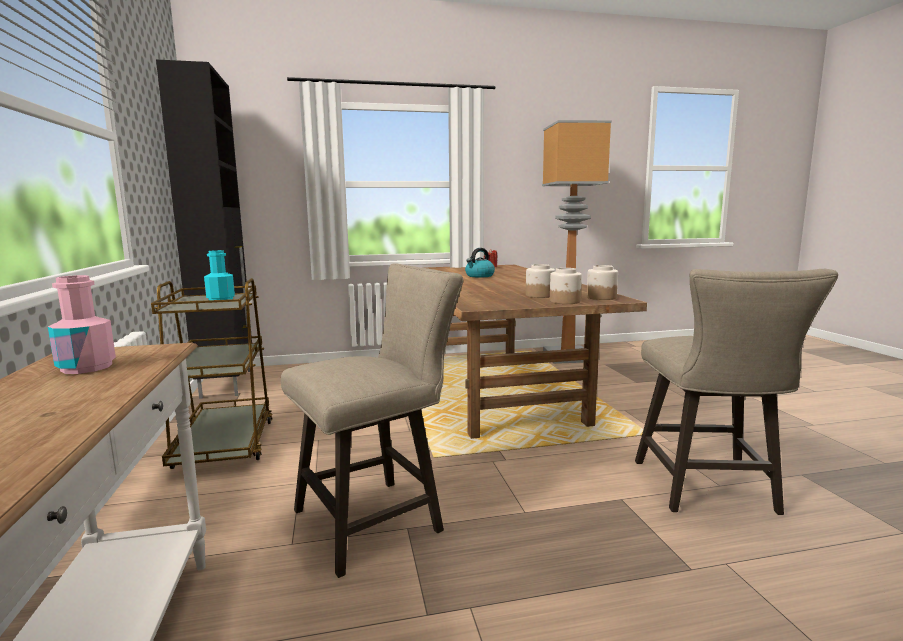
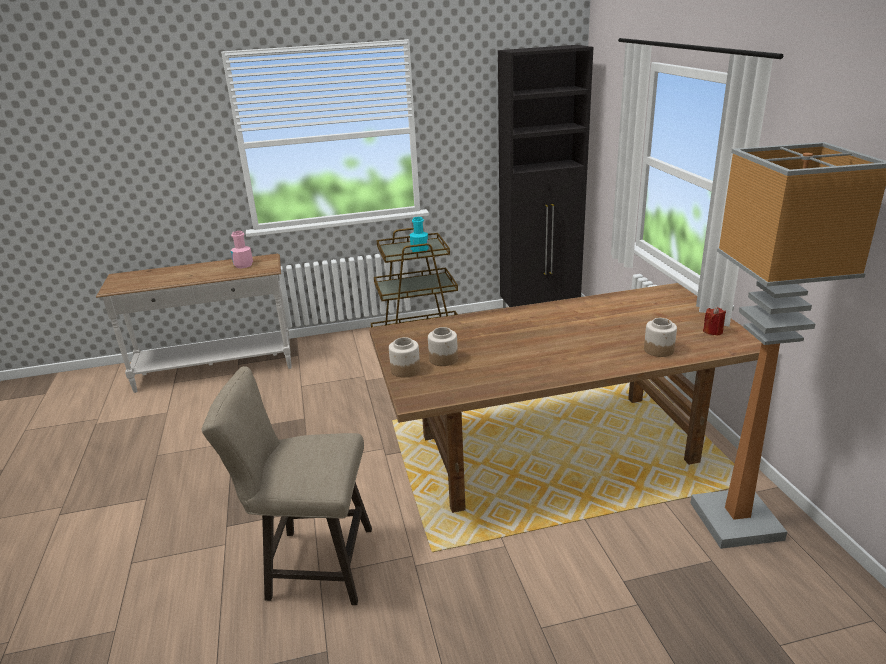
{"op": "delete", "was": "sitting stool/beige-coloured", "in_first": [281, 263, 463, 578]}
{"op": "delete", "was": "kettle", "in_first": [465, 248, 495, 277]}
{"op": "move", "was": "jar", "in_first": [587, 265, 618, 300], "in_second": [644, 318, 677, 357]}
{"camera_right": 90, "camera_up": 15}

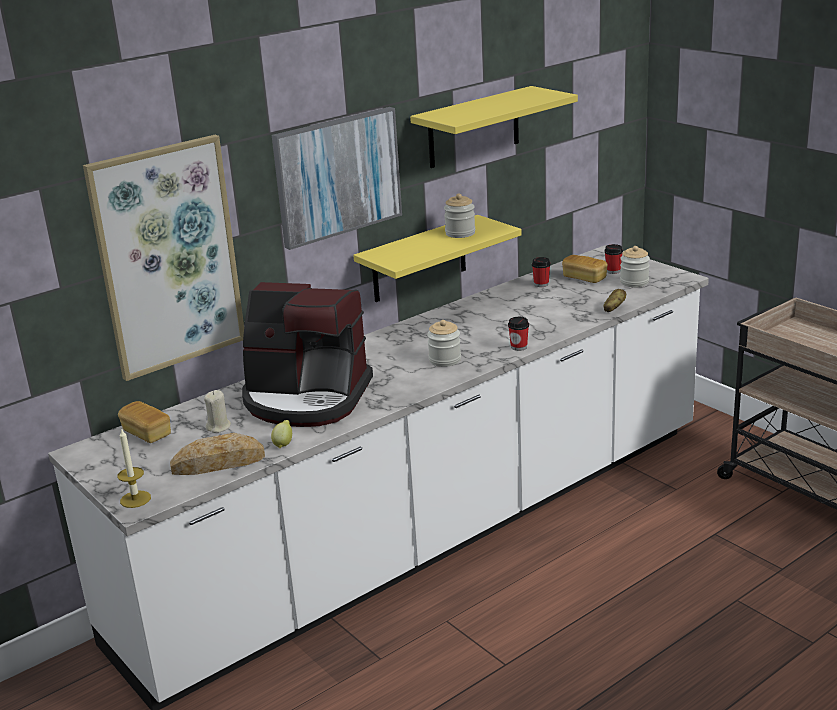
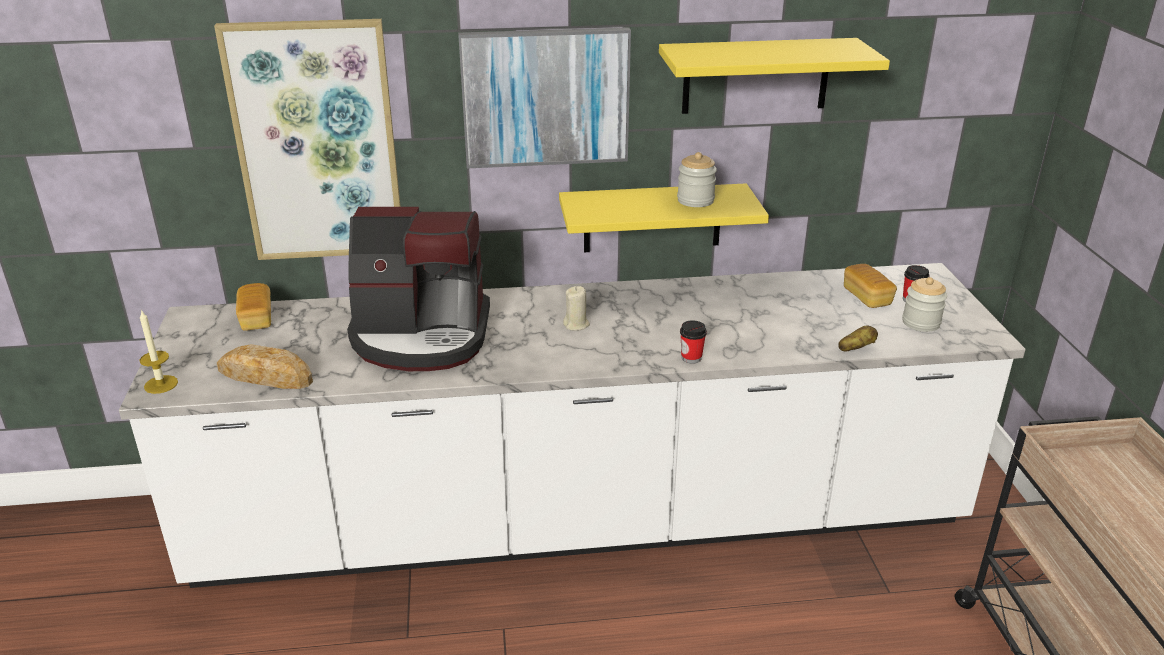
{"op": "move", "was": "wax candle/beige-coloured", "in_first": [204, 390, 231, 433], "in_second": [563, 286, 590, 331]}
{"op": "rotate", "was": "coffee brewer", "in_first": [242, 282, 373, 427], "in_second": [347, 207, 490, 371], "clockwise": -45}
{"op": "delete", "was": "lemon", "in_first": [271, 420, 292, 448]}
{"op": "delete", "was": "jar", "in_first": [427, 320, 461, 367]}
{"op": "delete", "was": "drinking cup", "in_first": [532, 257, 551, 287]}
{"camera_right": 30, "camera_up": 5}

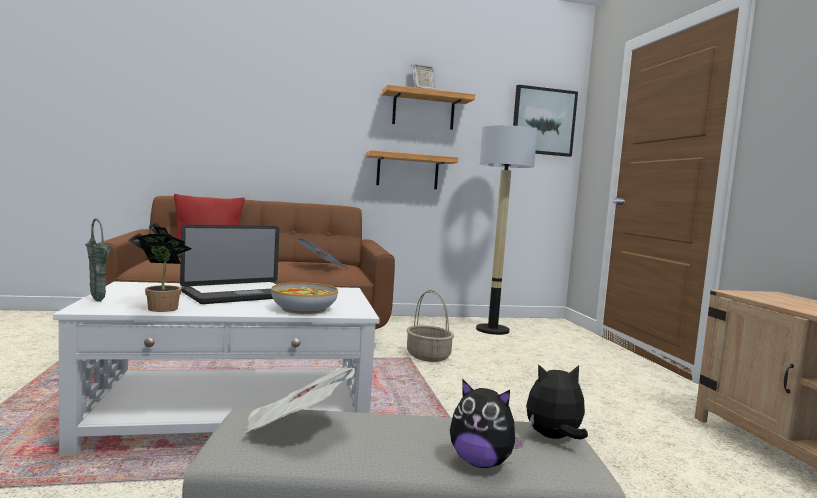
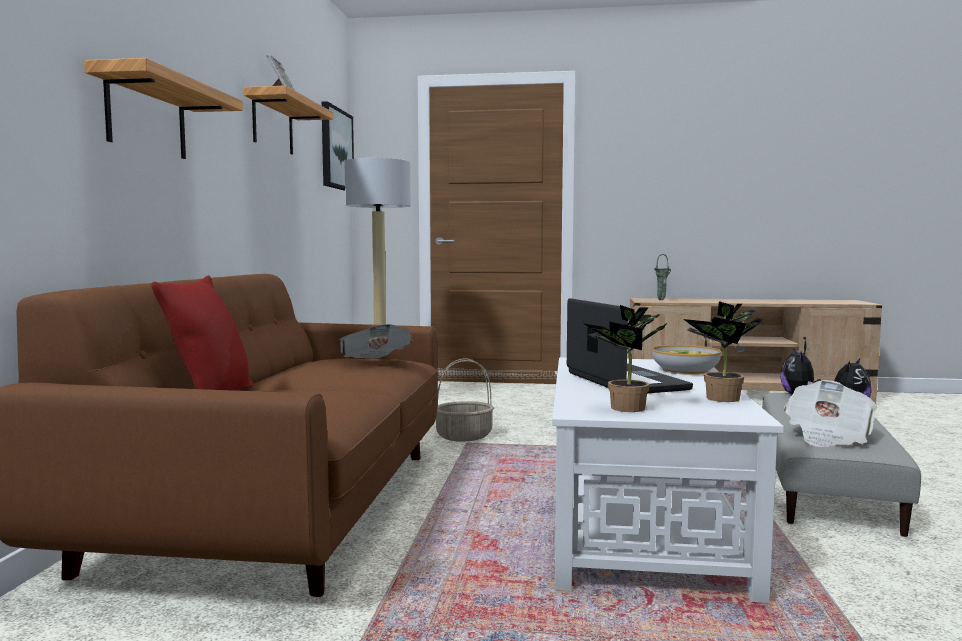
{"op": "move", "was": "flower vase/green", "in_first": [85, 218, 112, 302], "in_second": [654, 254, 671, 300]}
{"op": "move", "was": "wall shelf", "in_first": [366, 150, 458, 189], "in_second": [84, 58, 243, 159]}
{"op": "insert", "now": "plant in a pot", "in_second": [582, 305, 668, 412]}
{"camera_right": -70, "camera_up": 0}

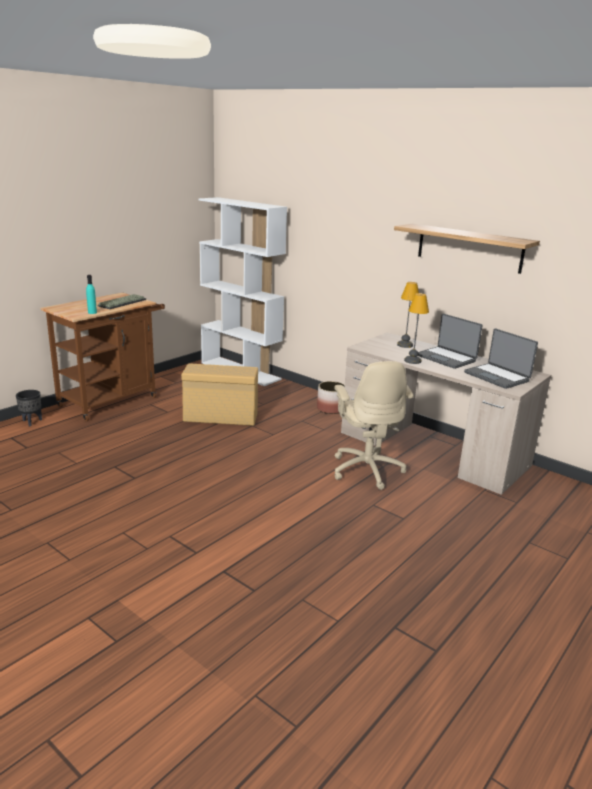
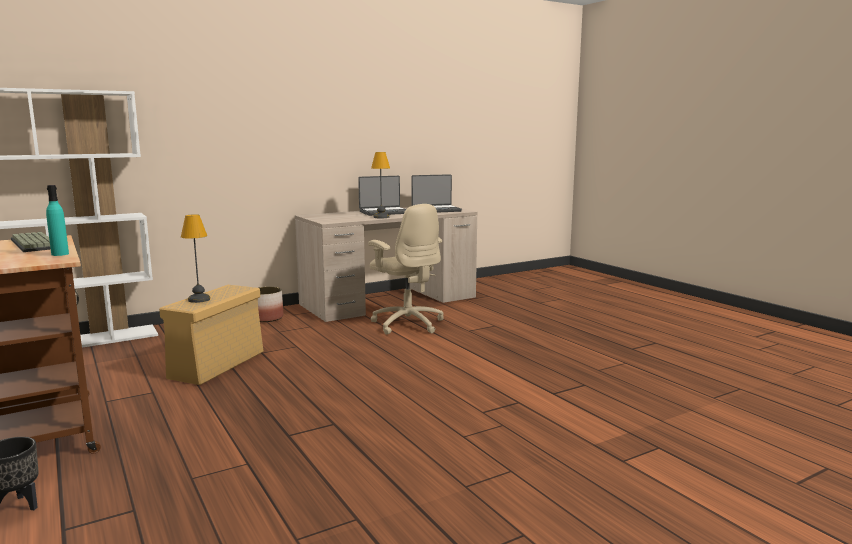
{"op": "rotate", "was": "desk chair/beige-coloured", "in_first": [334, 361, 413, 490], "in_second": [368, 204, 444, 335], "clockwise": 45}
{"op": "delete", "was": "wall shelf", "in_first": [394, 224, 540, 274]}
{"op": "move", "was": "tabletop lamp", "in_first": [397, 282, 419, 348], "in_second": [181, 214, 210, 303]}
{"camera_right": -70, "camera_up": -10}

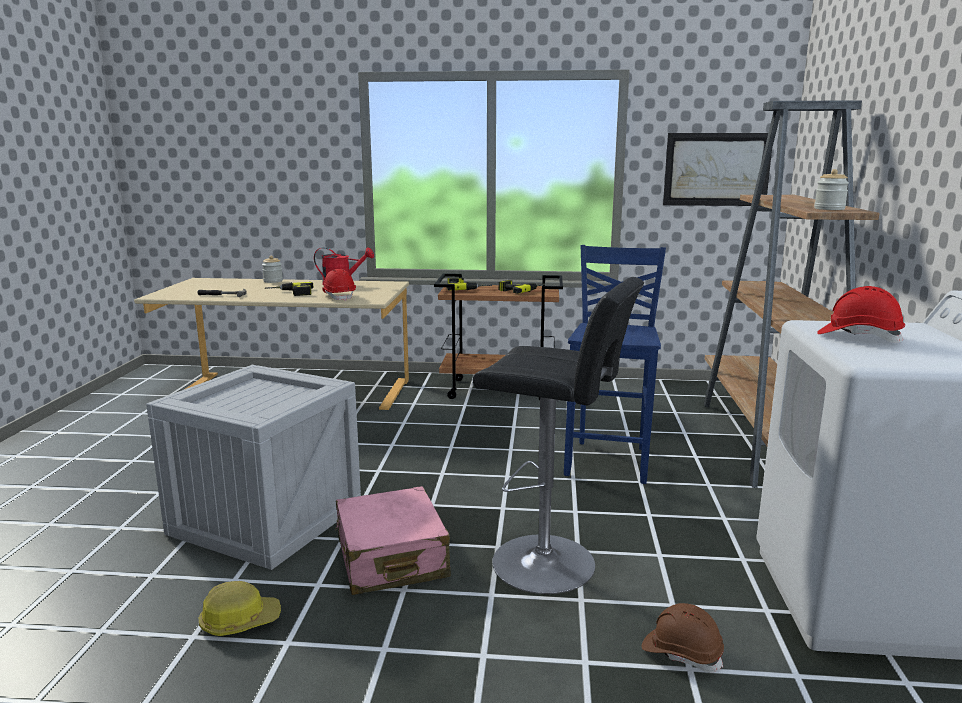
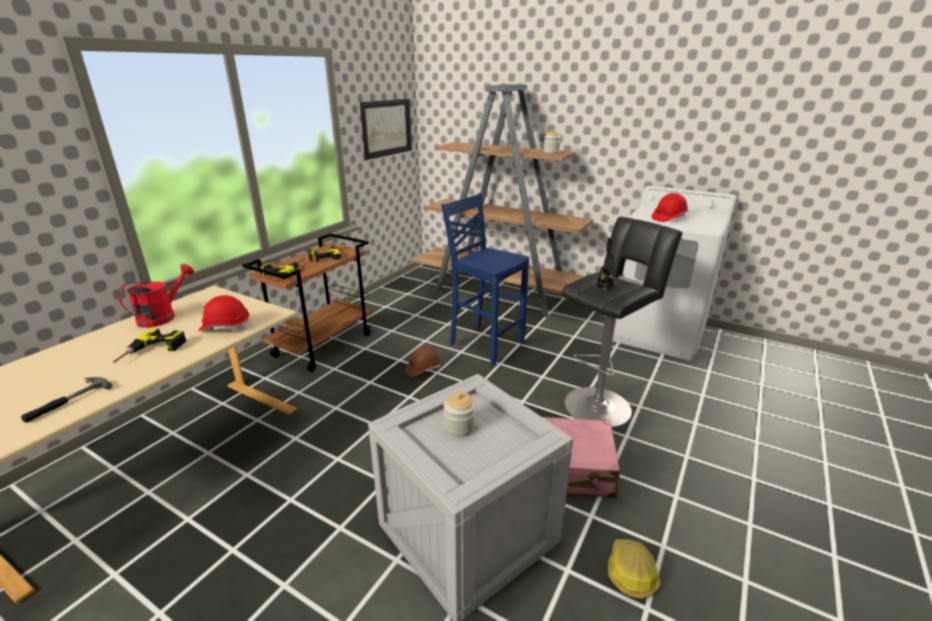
{"op": "move", "was": "jar", "in_first": [262, 256, 283, 283], "in_second": [444, 392, 475, 437]}
{"op": "move", "was": "work helmet/brownish", "in_first": [642, 603, 724, 672], "in_second": [405, 346, 441, 377]}
{"op": "insert", "now": "plant in a pot", "in_second": [595, 236, 614, 290]}
{"camera_right": -65, "camera_up": 10}

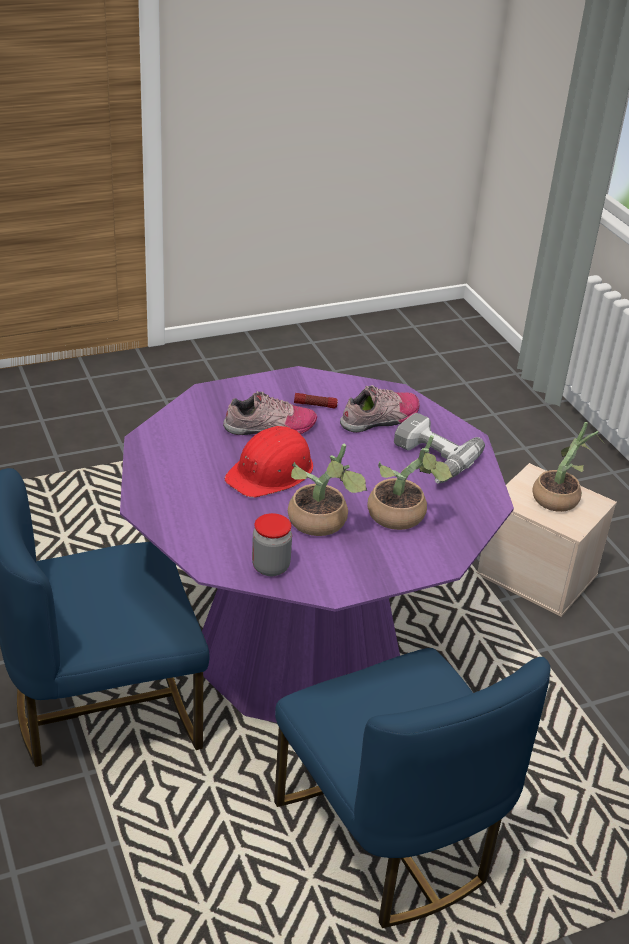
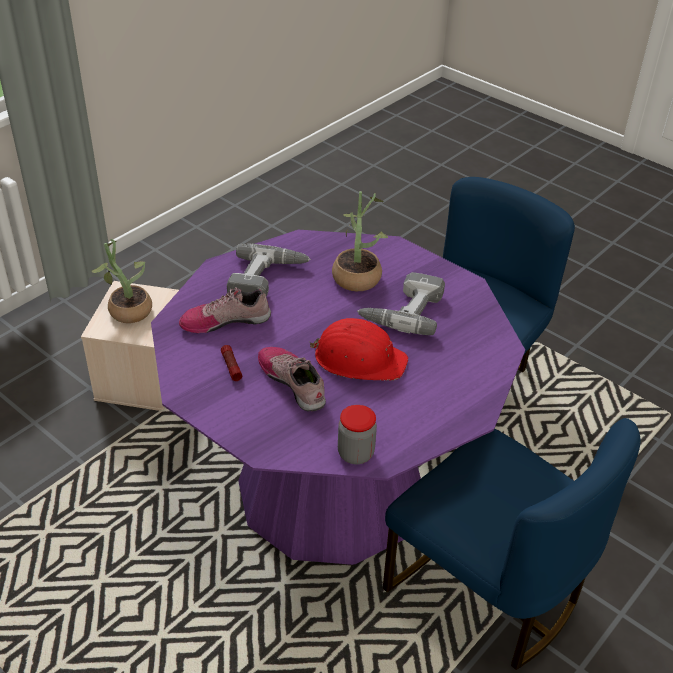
{"op": "move", "was": "jar", "in_first": [252, 513, 292, 576], "in_second": [338, 405, 377, 464]}
{"op": "replace", "was": "plant in a pot", "now": "drill", "in_first": [288, 444, 367, 536], "in_second": [357, 272, 445, 335]}
{"op": "rotate", "was": "low shoe", "in_first": [340, 385, 419, 433], "in_second": [179, 287, 271, 333], "clockwise": -45}
{"camera_right": -115, "camera_up": 5}

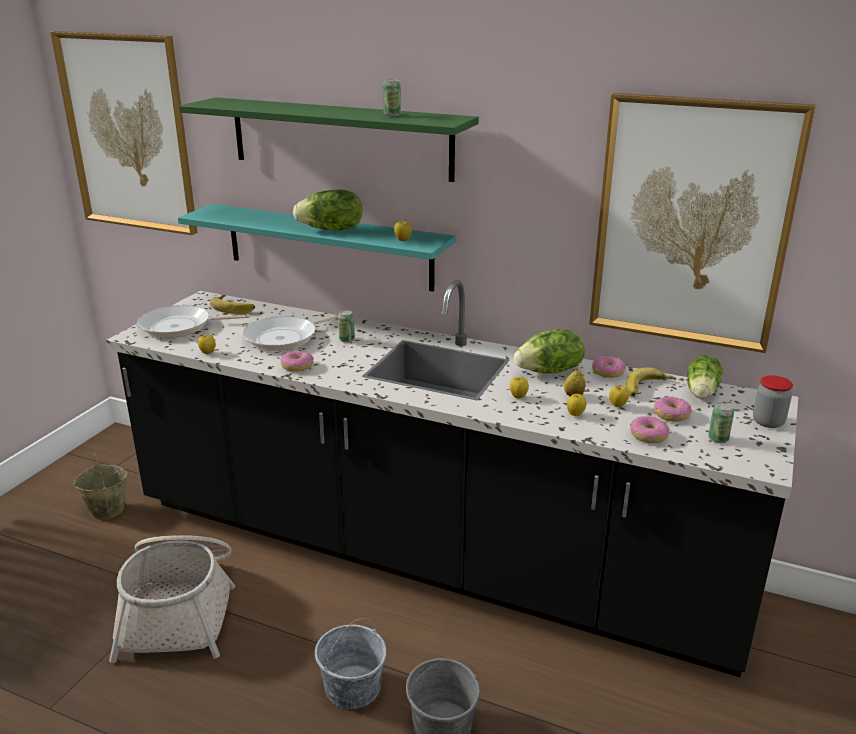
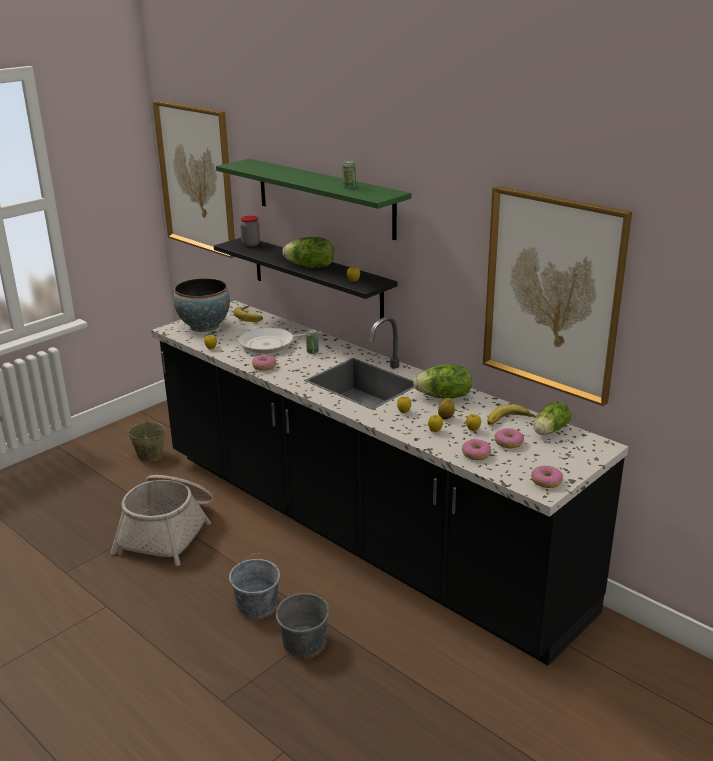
{"op": "replace", "was": "skillet", "now": "serving bowl", "in_first": [137, 305, 250, 338], "in_second": [174, 278, 230, 332]}
{"op": "recolor", "was": "wall shelf/turquoise-coloured", "now": "wall shelf/blackish", "in_first": [178, 204, 456, 292], "in_second": [214, 238, 398, 323]}
{"op": "move", "was": "doughnut", "in_first": [592, 356, 626, 378], "in_second": [531, 466, 563, 488]}
{"op": "delete", "was": "can", "in_first": [708, 402, 734, 443]}
{"op": "move", "was": "jar", "in_first": [753, 375, 793, 428], "in_second": [240, 216, 260, 246]}
{"camera_right": 20, "camera_up": 0}

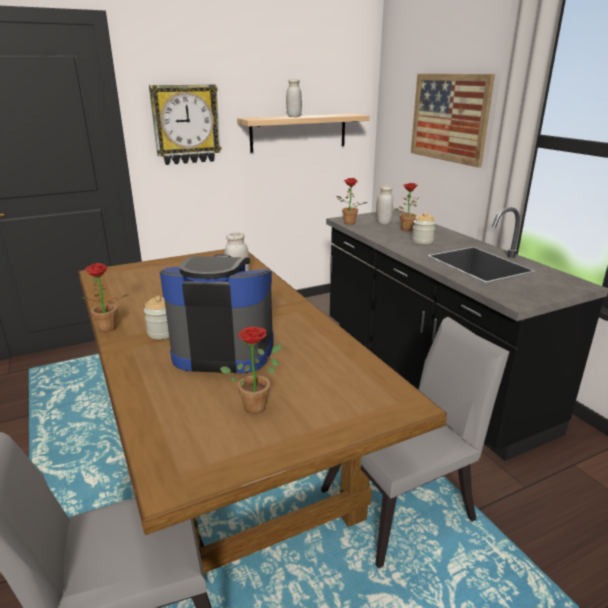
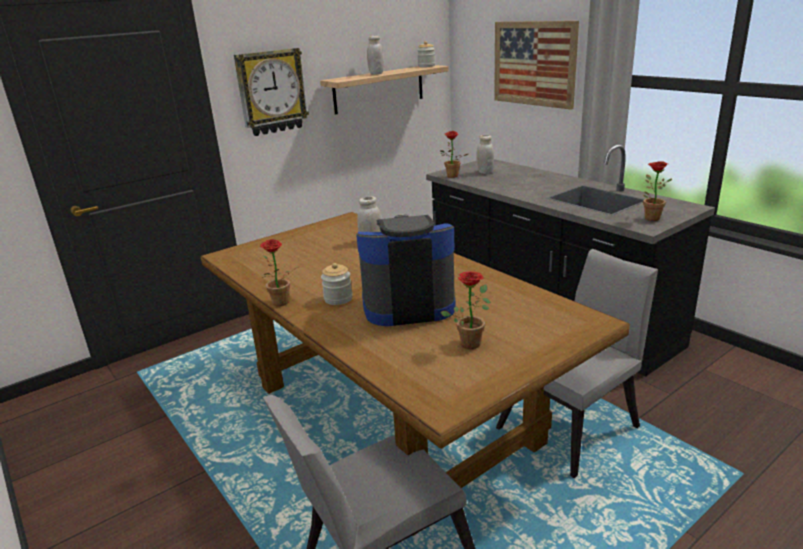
{"op": "move", "was": "plant in a pot", "in_first": [395, 183, 420, 231], "in_second": [643, 161, 672, 221]}
{"op": "move", "was": "jar", "in_first": [412, 212, 436, 244], "in_second": [417, 41, 435, 67]}
{"camera_right": -10, "camera_up": 0}

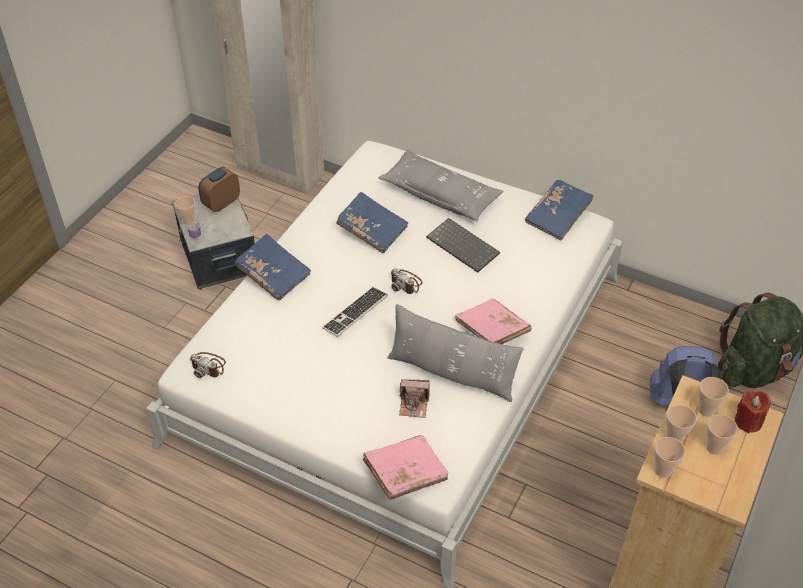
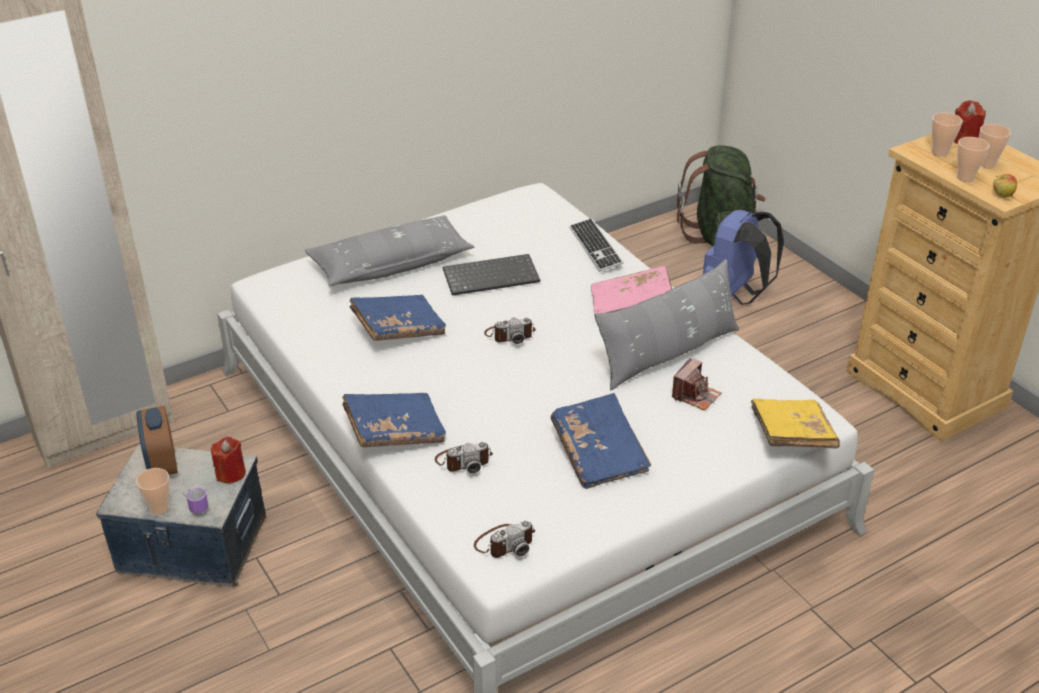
{"op": "move", "was": "keyboard", "in_first": [322, 287, 388, 337], "in_second": [569, 218, 624, 271]}
{"op": "recolor", "was": "bound book/pink-coloured", "now": "bound book/yellowish", "in_first": [363, 435, 448, 500], "in_second": [751, 399, 840, 448]}
{"op": "move", "was": "bound book/blue-coloured", "in_first": [525, 180, 594, 241], "in_second": [550, 393, 651, 489]}
{"op": "replace", "was": "drinking cup", "now": "apple", "in_first": [654, 437, 685, 478], "in_second": [993, 174, 1017, 198]}
{"op": "insert", "now": "wax candle/red-coloured", "in_second": [211, 437, 246, 483]}
{"op": "insert", "now": "photo camera", "in_second": [435, 442, 493, 473]}
{"camera_right": -60, "camera_up": -10}

